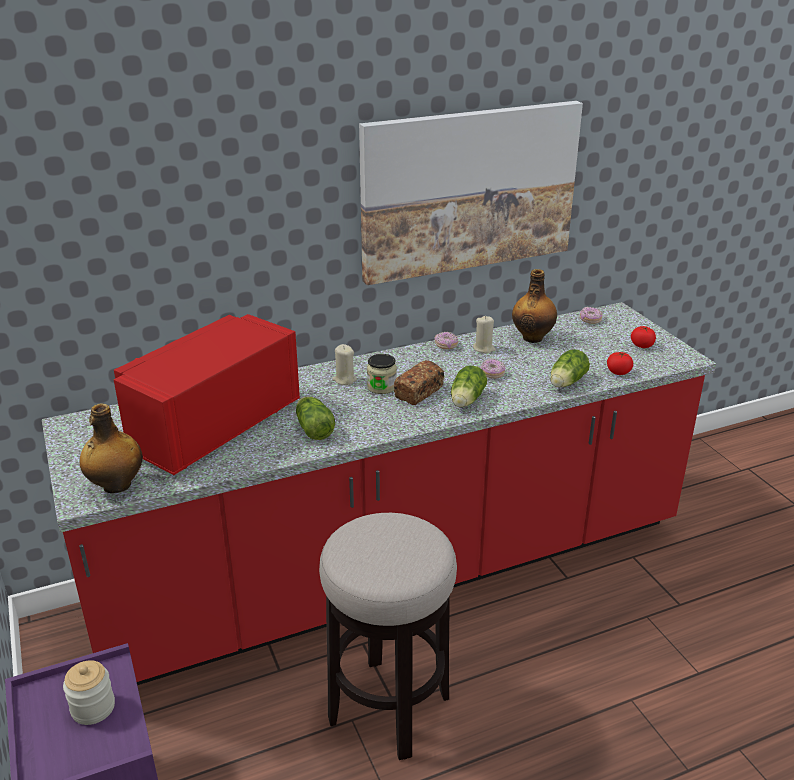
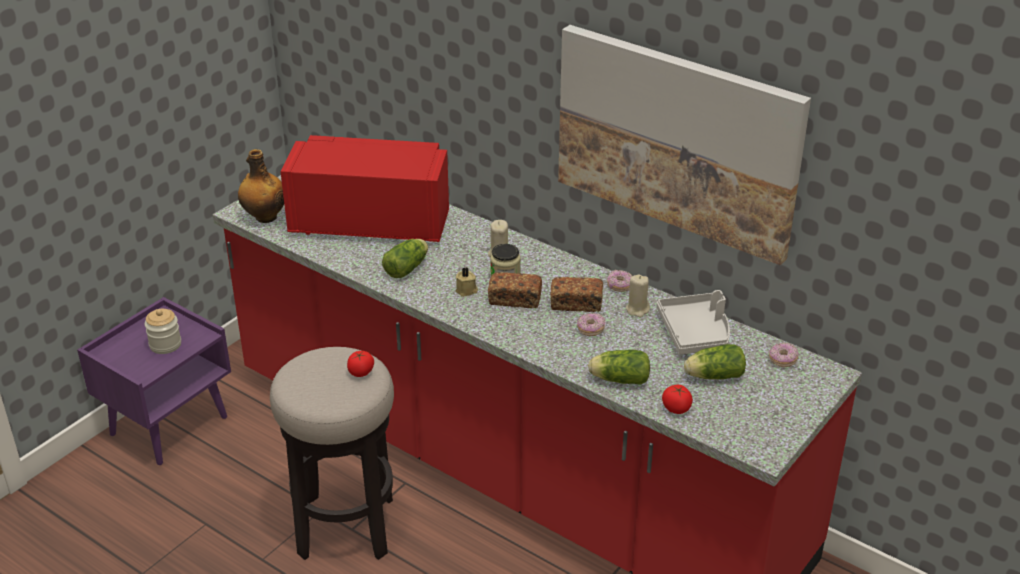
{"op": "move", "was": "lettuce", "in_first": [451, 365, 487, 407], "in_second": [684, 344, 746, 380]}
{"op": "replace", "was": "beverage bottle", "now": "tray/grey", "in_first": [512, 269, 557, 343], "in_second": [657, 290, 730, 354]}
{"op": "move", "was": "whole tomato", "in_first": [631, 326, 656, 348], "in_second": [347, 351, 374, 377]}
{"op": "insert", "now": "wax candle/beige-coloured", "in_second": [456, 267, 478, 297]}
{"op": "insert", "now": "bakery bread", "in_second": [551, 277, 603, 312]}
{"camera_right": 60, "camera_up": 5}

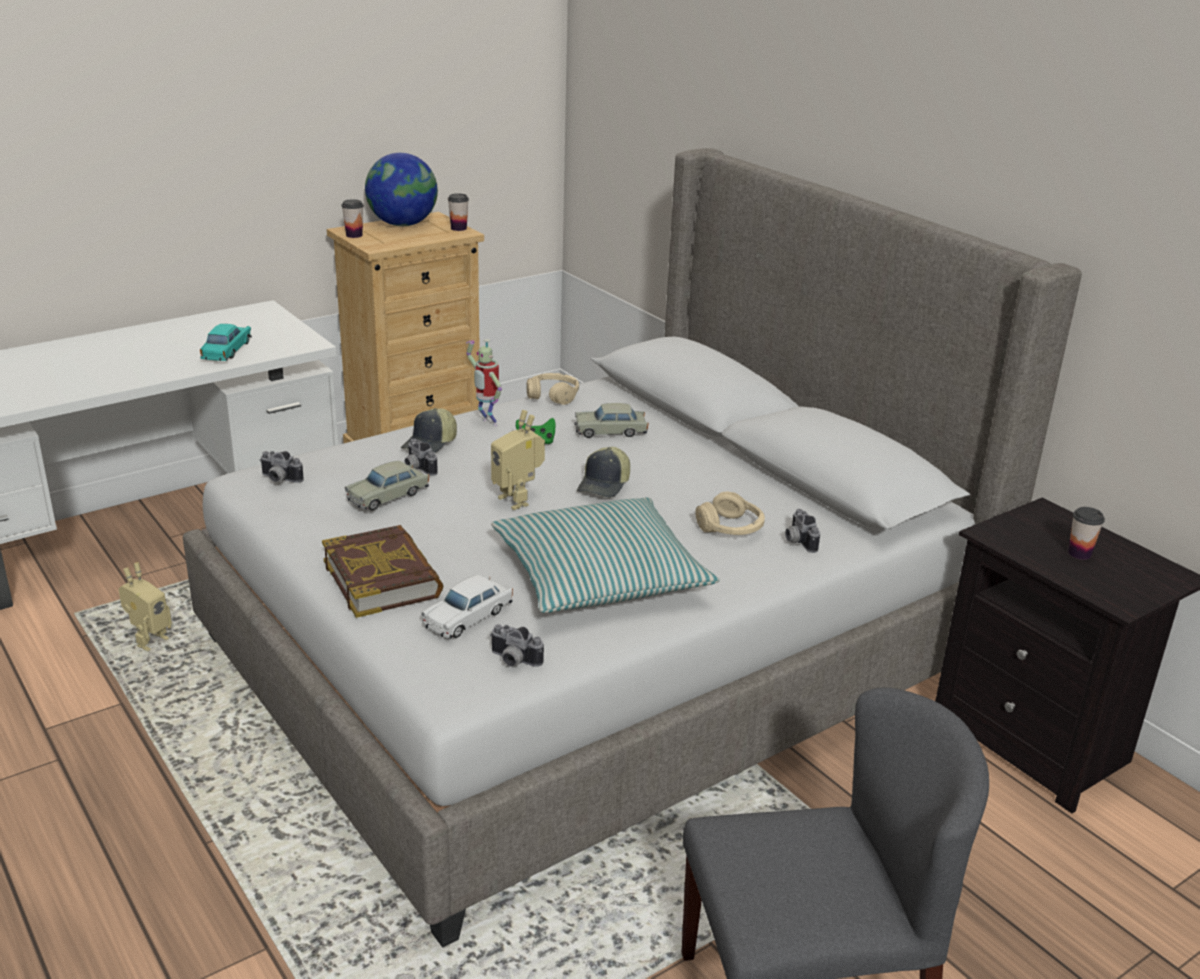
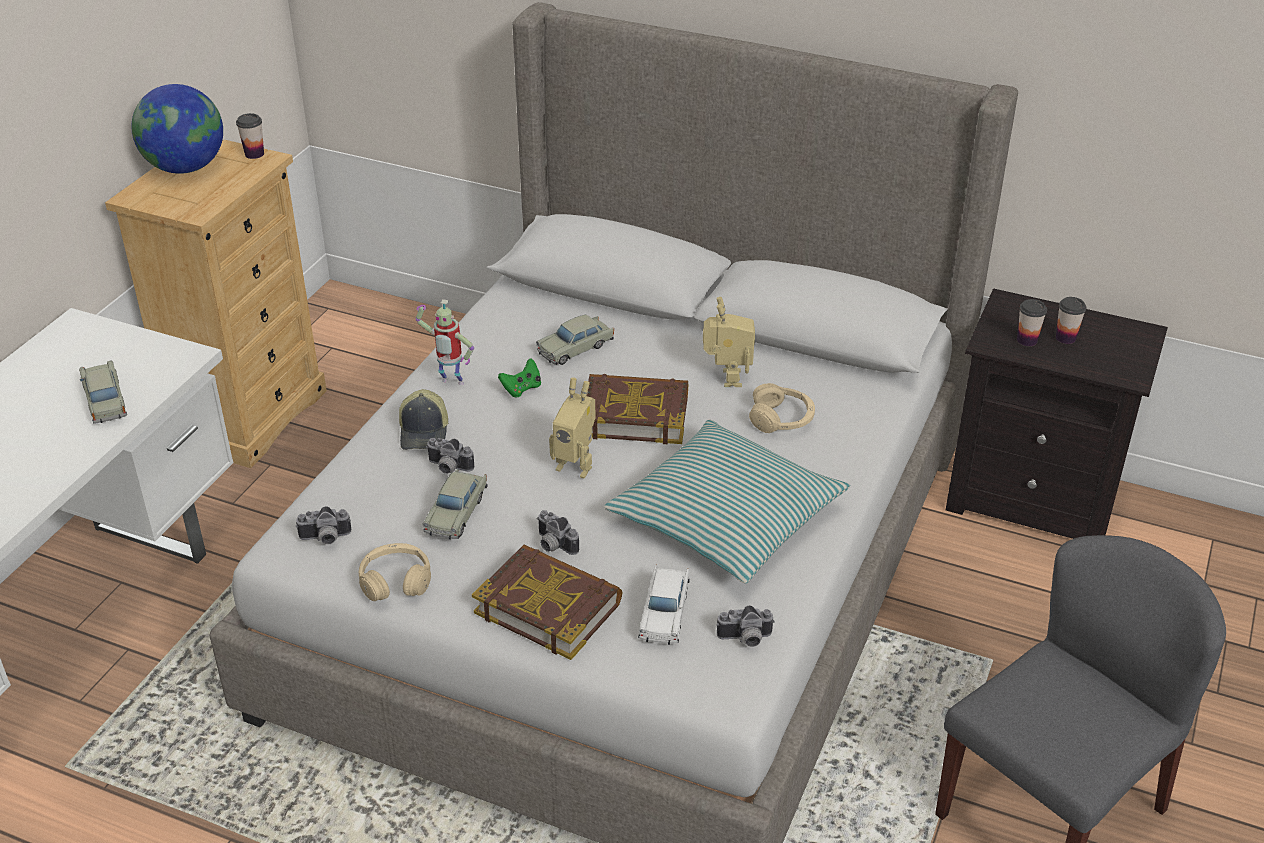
{"op": "move", "was": "robot figure", "in_first": [118, 562, 172, 651], "in_second": [703, 297, 755, 387]}
{"op": "recolor", "was": "toy car/turquoise-coloured", "now": "toy car/beige-coloured", "in_first": [200, 324, 252, 361], "in_second": [79, 361, 127, 424]}
{"op": "move", "was": "drinking cup", "in_first": [342, 199, 364, 238], "in_second": [1017, 299, 1047, 346]}
{"op": "move", "was": "headphones/beige-coloured", "in_first": [526, 373, 579, 405], "in_second": [359, 543, 431, 601]}
{"op": "replace", "was": "peaked cap", "now": "bound book", "in_first": [577, 447, 630, 498], "in_second": [587, 374, 688, 444]}
{"op": "move", "was": "photo camera", "in_first": [785, 509, 820, 553], "in_second": [537, 510, 579, 555]}
{"camera_right": -30, "camera_up": 10}

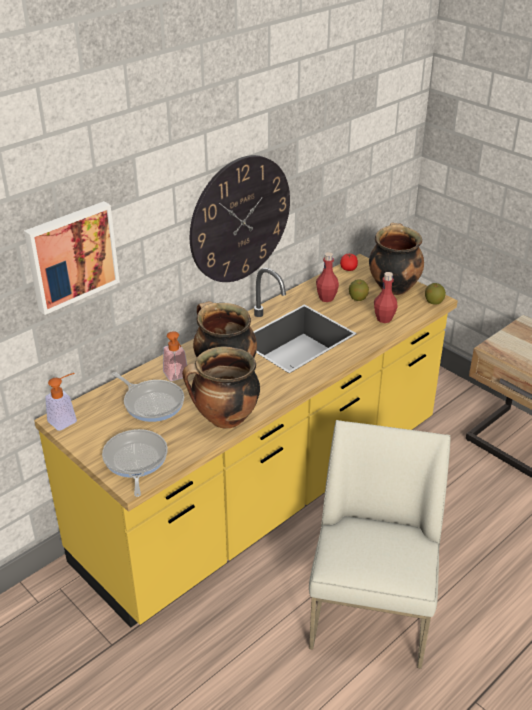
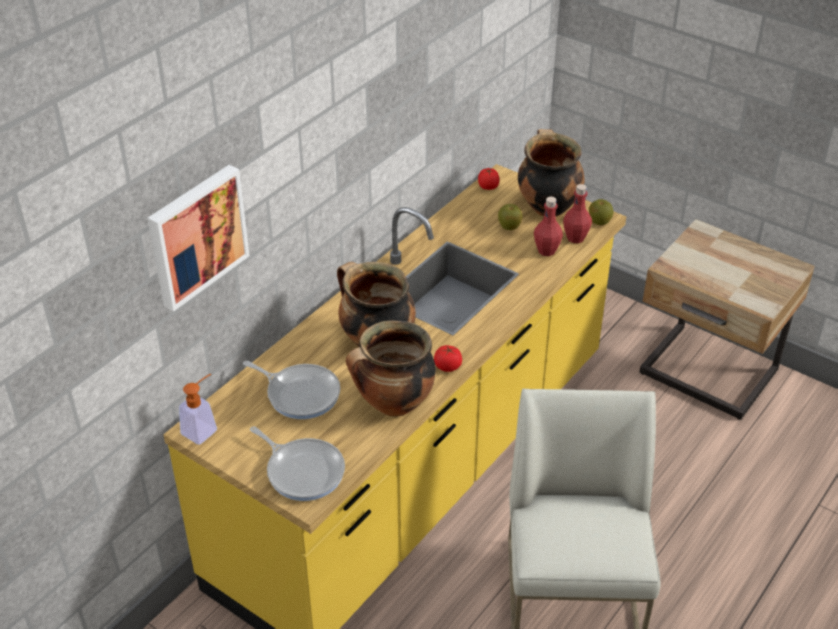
{"op": "rotate", "was": "skillet", "in_first": [102, 429, 168, 497], "in_second": [250, 426, 345, 501], "clockwise": 150}
{"op": "delete", "was": "soap bottle", "in_first": [163, 331, 187, 381]}
{"op": "delete", "was": "hanging clock", "in_first": [190, 155, 290, 282]}
{"op": "move", "was": "beverage bottle/red-coloured", "in_first": [316, 252, 339, 302], "in_second": [563, 184, 592, 243]}
{"op": "insert", "now": "whole tomato", "in_second": [434, 345, 462, 372]}
{"camera_right": -10, "camera_up": 5}

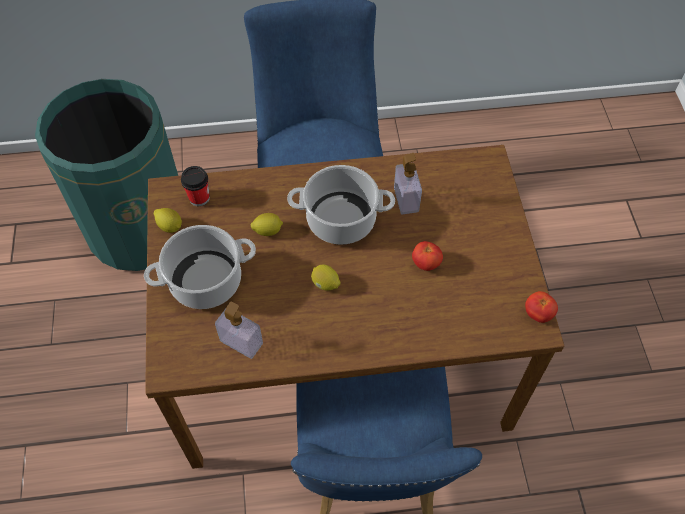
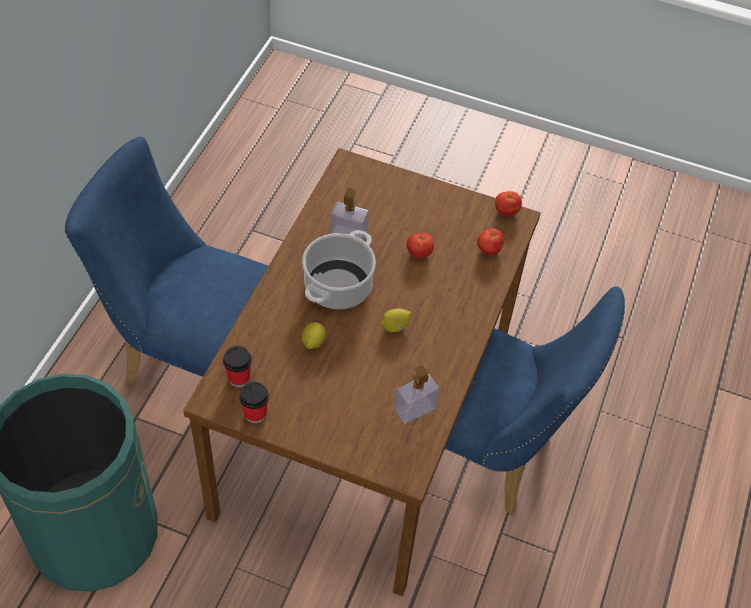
{"op": "delete", "was": "saucepot", "in_first": [144, 225, 256, 309]}
{"op": "replace", "was": "lemon", "now": "drinking cup", "in_first": [154, 208, 182, 233], "in_second": [239, 382, 269, 423]}
{"op": "insert", "now": "whole tomato", "in_second": [477, 228, 504, 255]}
{"camera_right": -65, "camera_up": -5}

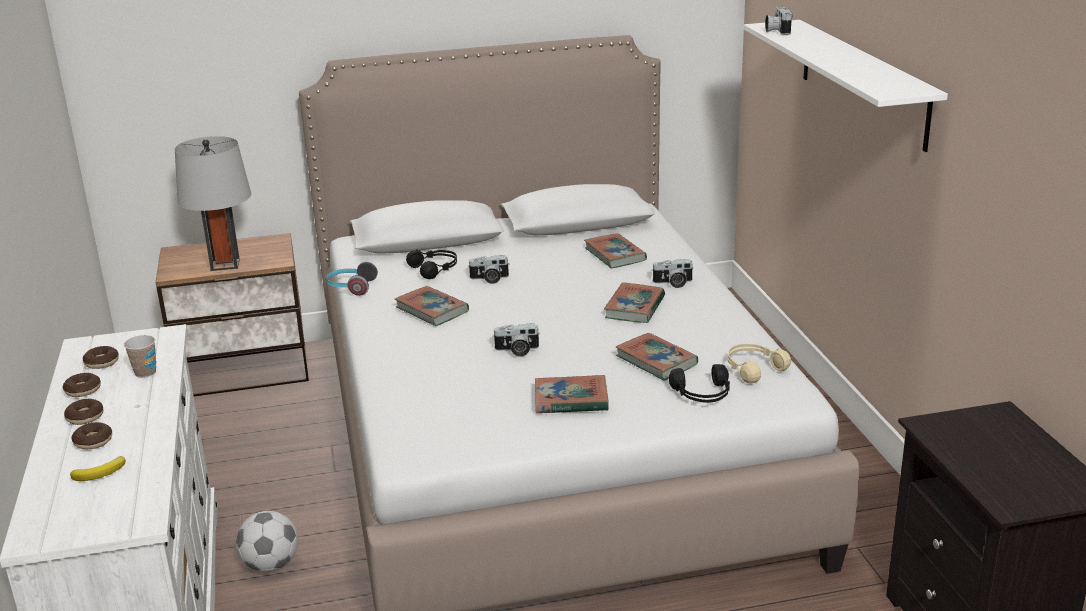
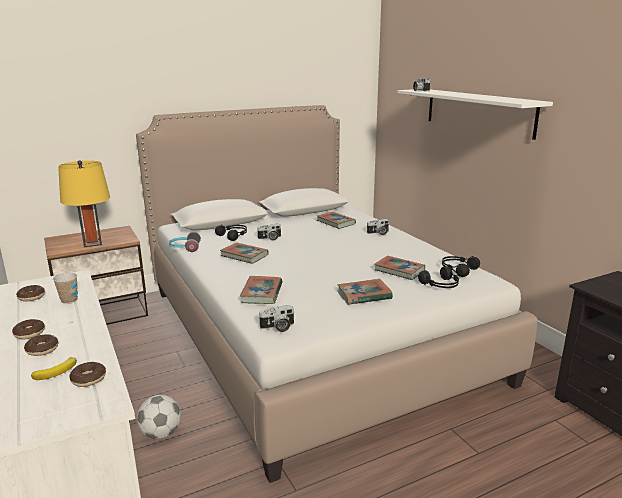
{"op": "move", "was": "doughnut", "in_first": [63, 373, 101, 397], "in_second": [69, 362, 106, 387]}
{"op": "recolor", "was": "tabletop lamp/grey", "now": "tabletop lamp/yellowish", "in_first": [175, 136, 252, 271], "in_second": [58, 160, 110, 247]}
{"op": "move", "was": "photo camera", "in_first": [492, 323, 539, 357], "in_second": [258, 305, 295, 332]}
{"op": "move", "was": "bound book", "in_first": [604, 282, 665, 323], "in_second": [240, 276, 282, 304]}
{"op": "recolor", "was": "headphones/beige-coloured", "now": "headphones/blackish", "in_first": [728, 344, 791, 383], "in_second": [442, 256, 480, 277]}
{"camera_right": -15, "camera_up": -5}

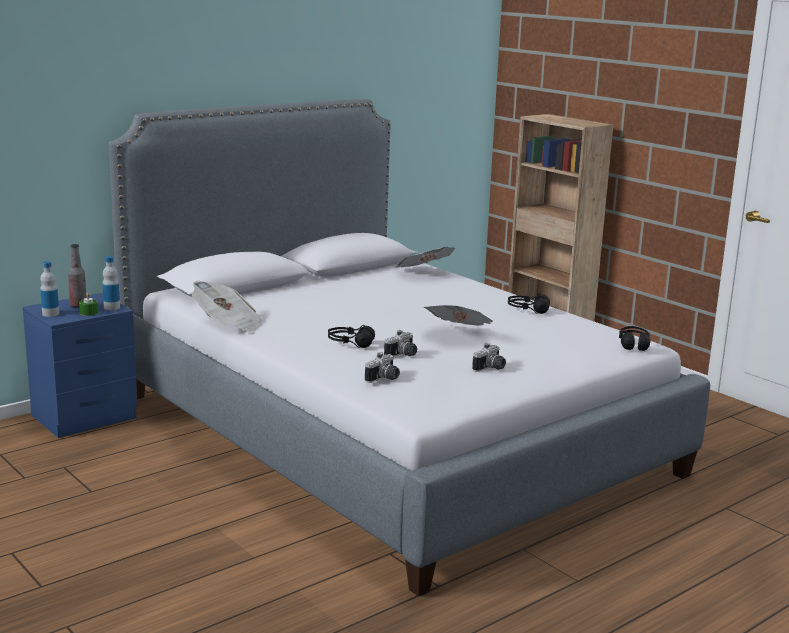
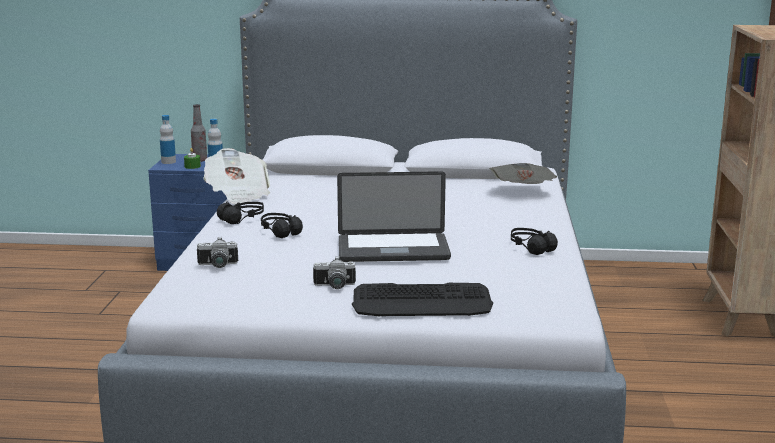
{"op": "delete", "was": "photo camera", "in_first": [384, 330, 417, 357]}
{"op": "replace", "was": "printed paper", "now": "laptop", "in_first": [424, 305, 493, 326], "in_second": [337, 171, 451, 262]}
{"op": "move", "was": "headphones/blackish", "in_first": [619, 326, 650, 351], "in_second": [217, 202, 264, 224]}
{"op": "insert", "now": "keyboard", "in_second": [352, 283, 493, 316]}
{"camera_right": 45, "camera_up": 0}

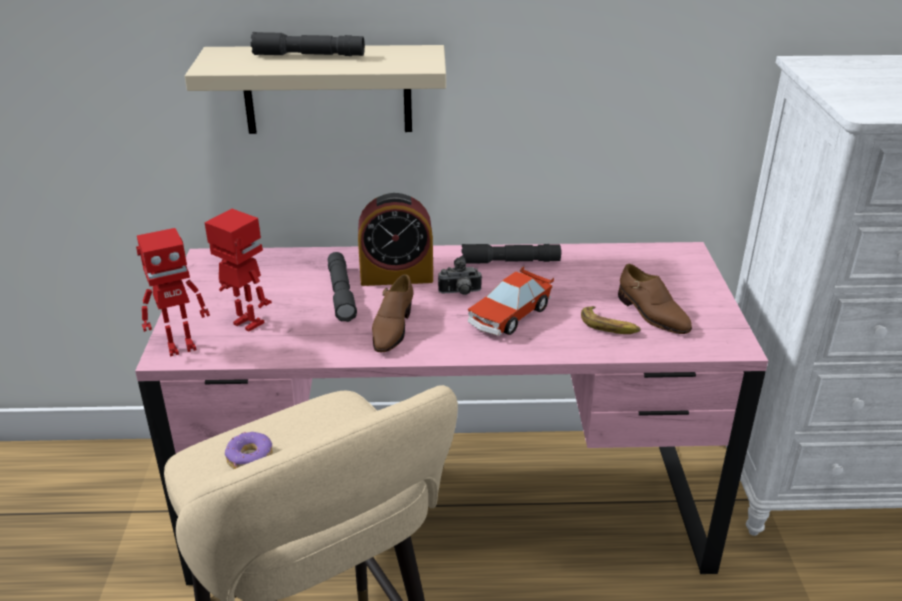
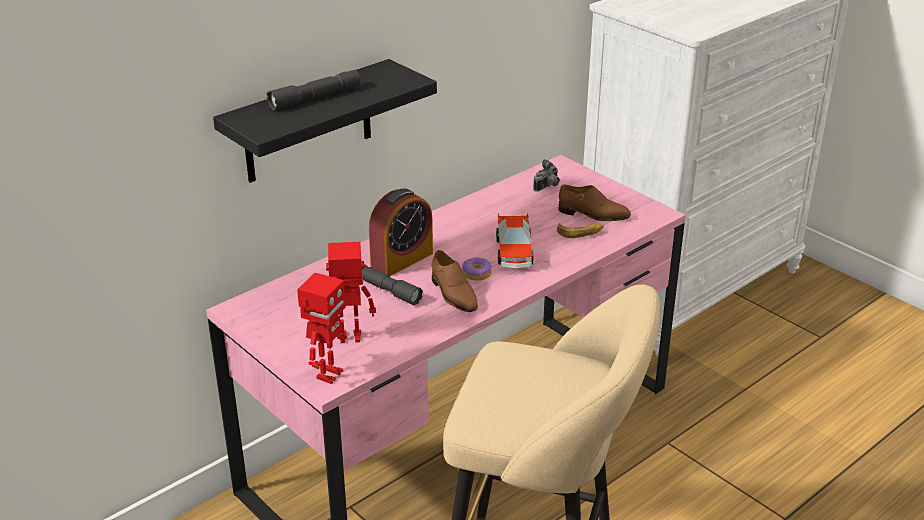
{"op": "recolor", "was": "wall shelf/beige-coloured", "now": "wall shelf/blackish", "in_first": [185, 45, 446, 134], "in_second": [213, 59, 437, 183]}
{"op": "move", "was": "doughnut", "in_first": [225, 432, 273, 469], "in_second": [462, 258, 492, 280]}
{"op": "move", "was": "photo camera", "in_first": [438, 256, 482, 295], "in_second": [533, 159, 560, 191]}
{"op": "delete", "was": "flashlight/grey", "in_first": [462, 244, 561, 264]}
{"camera_right": -40, "camera_up": 0}

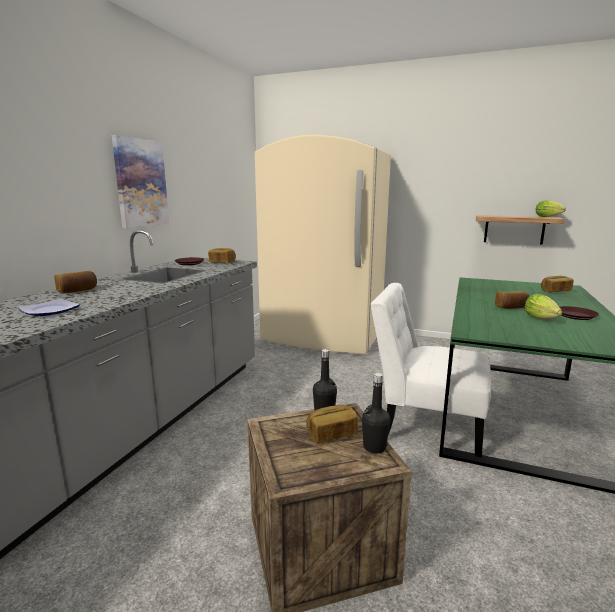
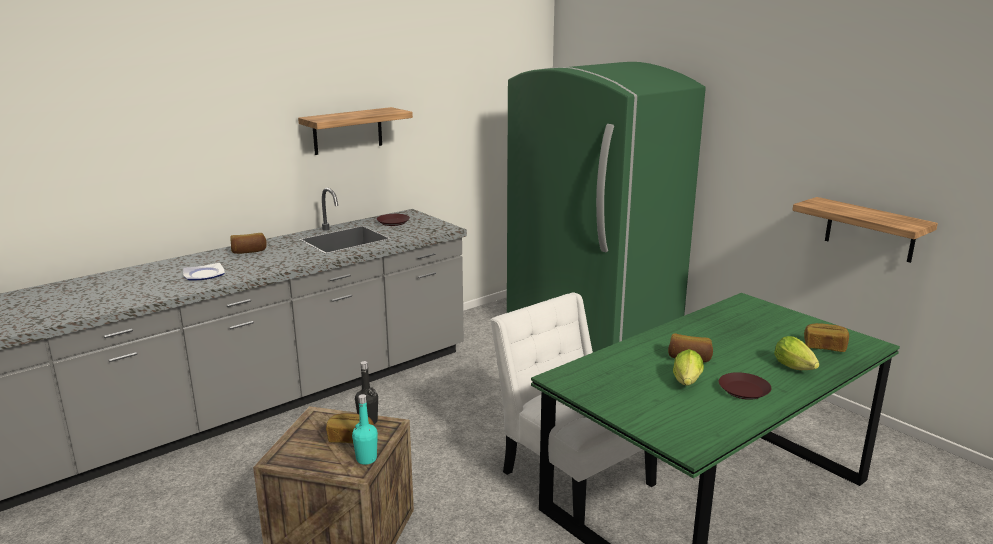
{"op": "replace", "was": "wall picture", "now": "wall shelf", "in_first": [112, 135, 169, 228], "in_second": [298, 107, 413, 155]}
{"op": "delete", "was": "bakery bread", "in_first": [208, 248, 236, 263]}
{"op": "recolor", "was": "kitchen fridge/beige-coloured", "now": "kitchen fridge/green", "in_first": [255, 135, 391, 354], "in_second": [507, 62, 706, 352]}
{"op": "recolor", "was": "beverage bottle/blackish", "now": "beverage bottle/turquoise-coloured", "in_first": [362, 373, 390, 454], "in_second": [352, 394, 378, 465]}
{"op": "move", "was": "lettuce", "in_first": [536, 200, 566, 217], "in_second": [774, 336, 820, 370]}
{"camera_right": 30, "camera_up": 5}

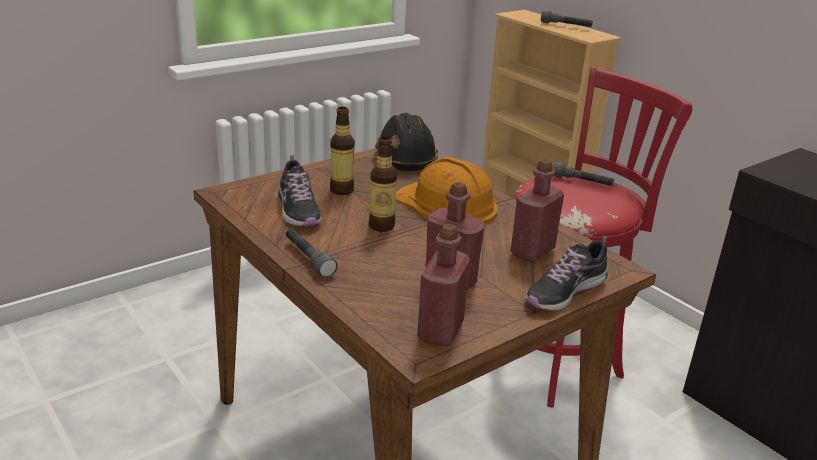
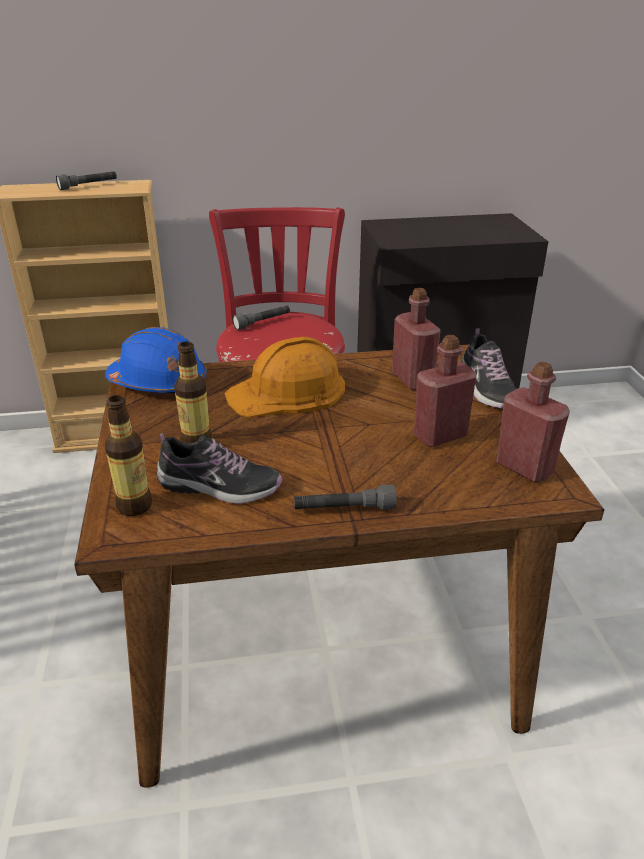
{"op": "move", "was": "beverage bottle", "in_first": [369, 136, 397, 232], "in_second": [105, 395, 152, 516]}
{"op": "recolor", "was": "work helmet/blackish", "now": "work helmet/blue-coloured", "in_first": [375, 113, 438, 171], "in_second": [105, 327, 207, 393]}
{"camera_right": -60, "camera_up": 5}

